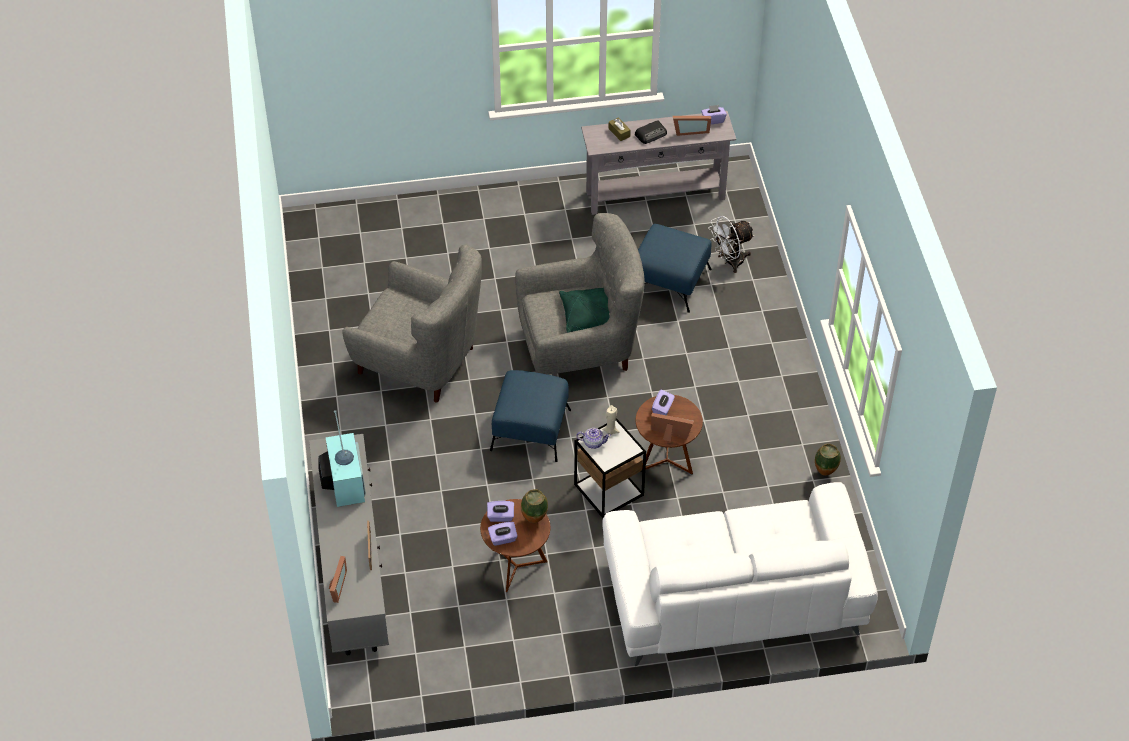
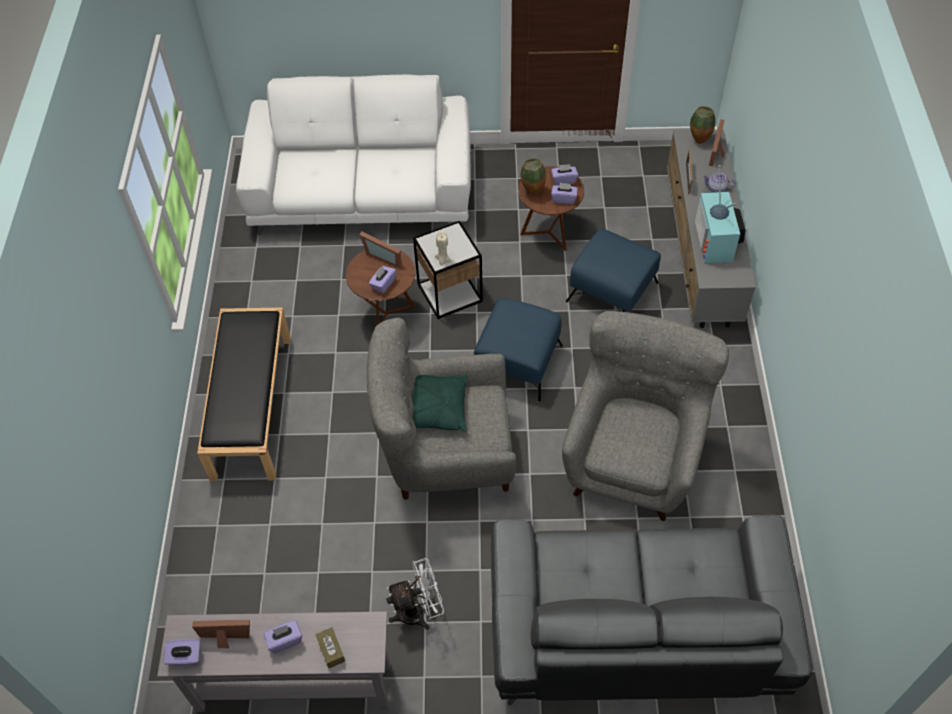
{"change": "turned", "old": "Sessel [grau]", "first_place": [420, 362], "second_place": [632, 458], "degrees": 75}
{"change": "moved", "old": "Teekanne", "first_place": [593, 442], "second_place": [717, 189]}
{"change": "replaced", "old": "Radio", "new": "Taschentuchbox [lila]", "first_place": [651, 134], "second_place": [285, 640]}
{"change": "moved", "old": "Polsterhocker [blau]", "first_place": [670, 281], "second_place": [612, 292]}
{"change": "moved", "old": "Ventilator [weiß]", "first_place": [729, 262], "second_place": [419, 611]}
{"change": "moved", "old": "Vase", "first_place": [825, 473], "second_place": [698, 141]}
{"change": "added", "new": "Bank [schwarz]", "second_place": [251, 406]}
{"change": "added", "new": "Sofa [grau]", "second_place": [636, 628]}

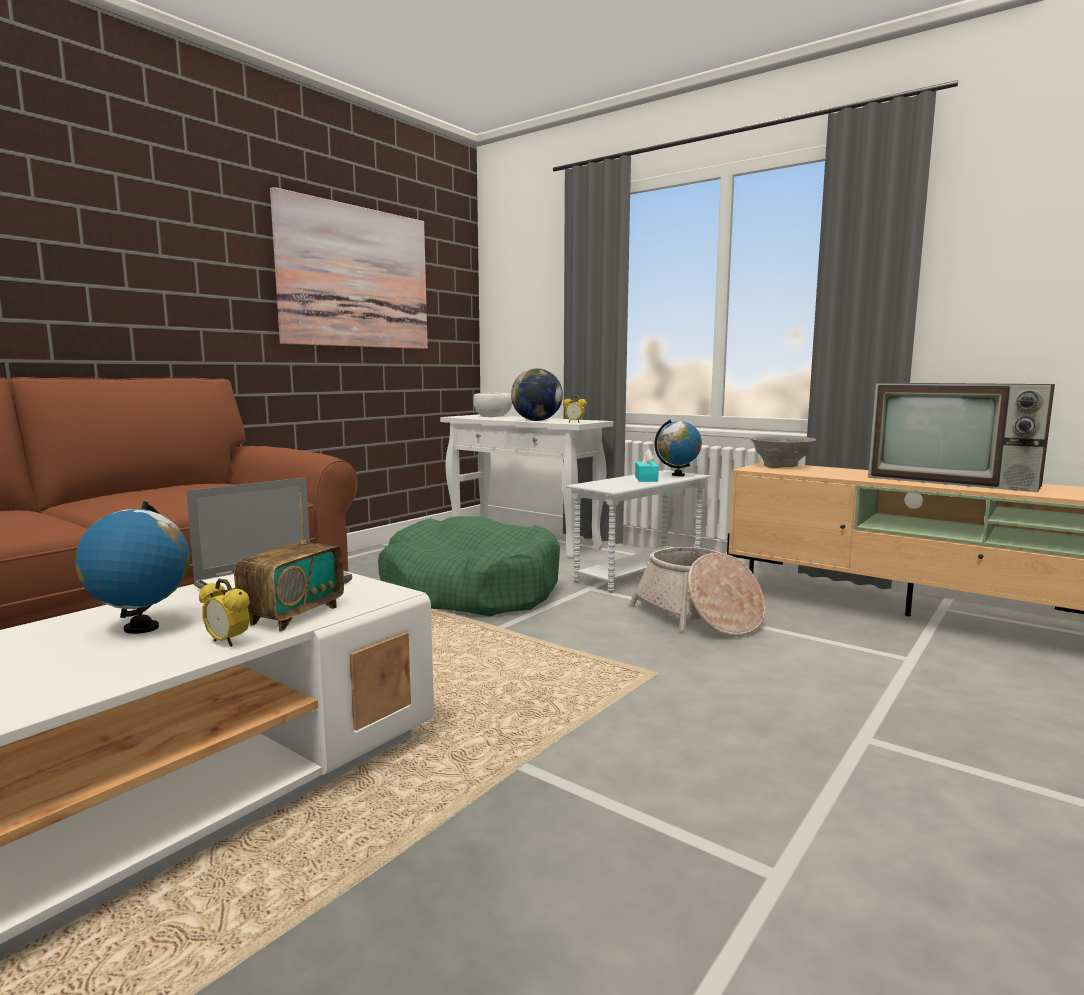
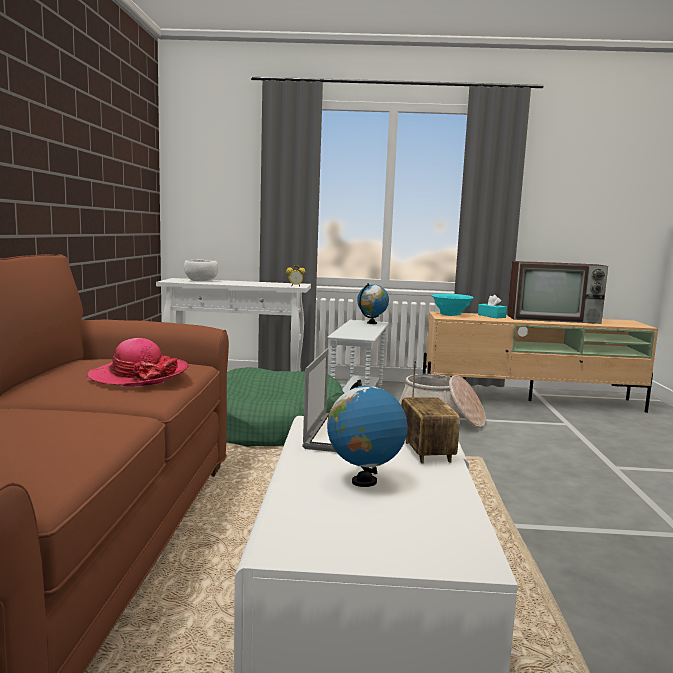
{"change": "removed", "old": "Wecker", "first_place": [227, 642]}
{"change": "removed", "old": "Bild", "first_place": [355, 277]}
{"change": "removed", "old": "Globus", "first_place": [537, 420]}
{"change": "moved", "old": "Taschentuchbox [türkis]", "first_place": [646, 479], "second_place": [491, 316]}
{"change": "recoloured", "old": "Schüssel [grau]", "new": "Schüssel [türkis]", "first_place": [781, 466], "second_place": [451, 314]}
{"change": "added", "new": "Hut", "second_place": [138, 376]}

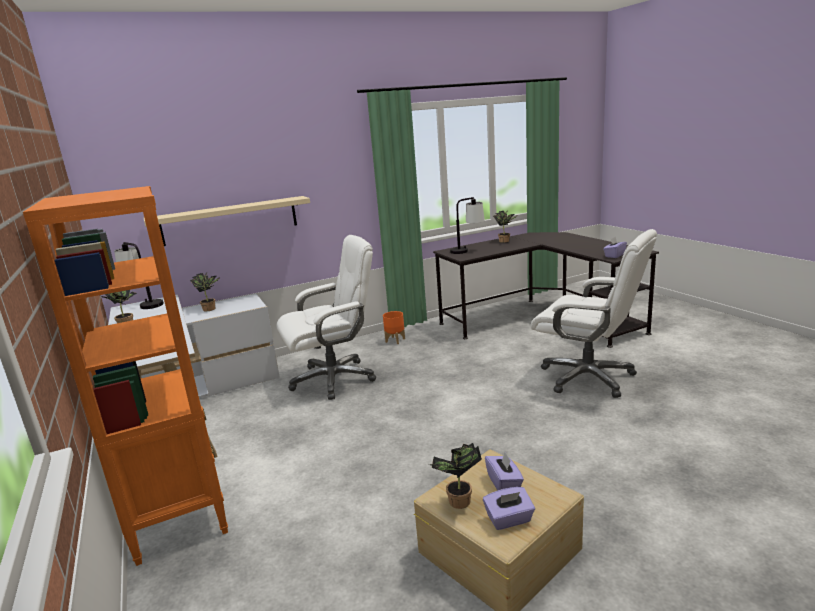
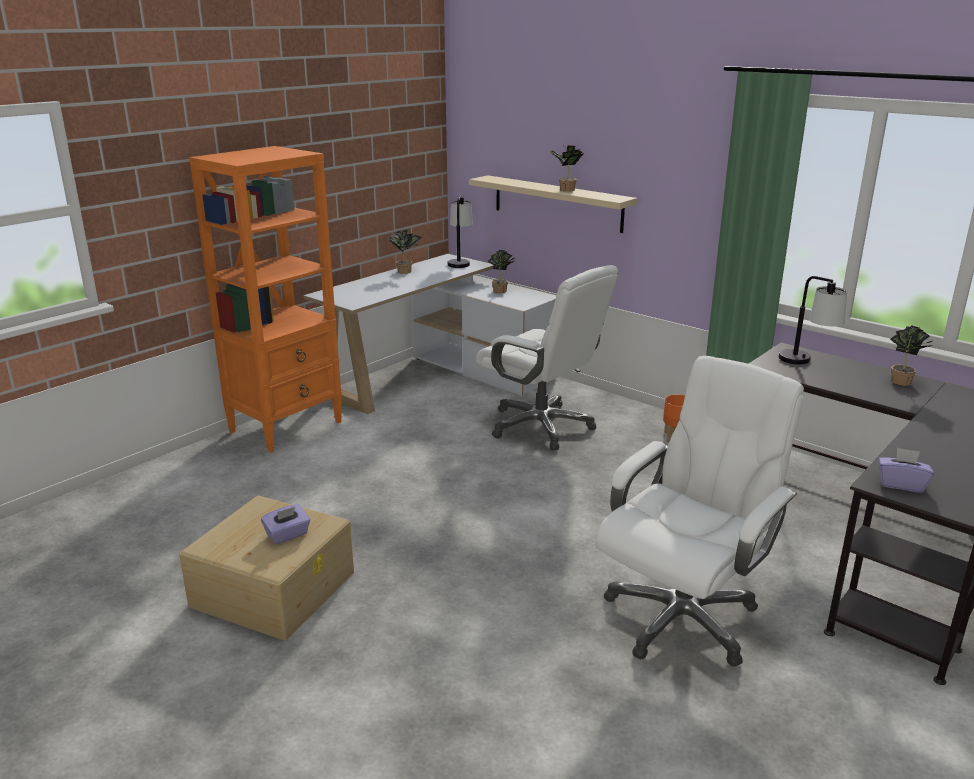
{"change": "moved", "old": "Topfpflanze", "first_place": [458, 503], "second_place": [564, 190]}
{"change": "removed", "old": "Taschentuchbox [lila]", "first_place": [509, 519]}
{"change": "turned", "old": "Bürostuhl [weiß]", "first_place": [588, 377], "second_place": [682, 617], "degrees": -150}

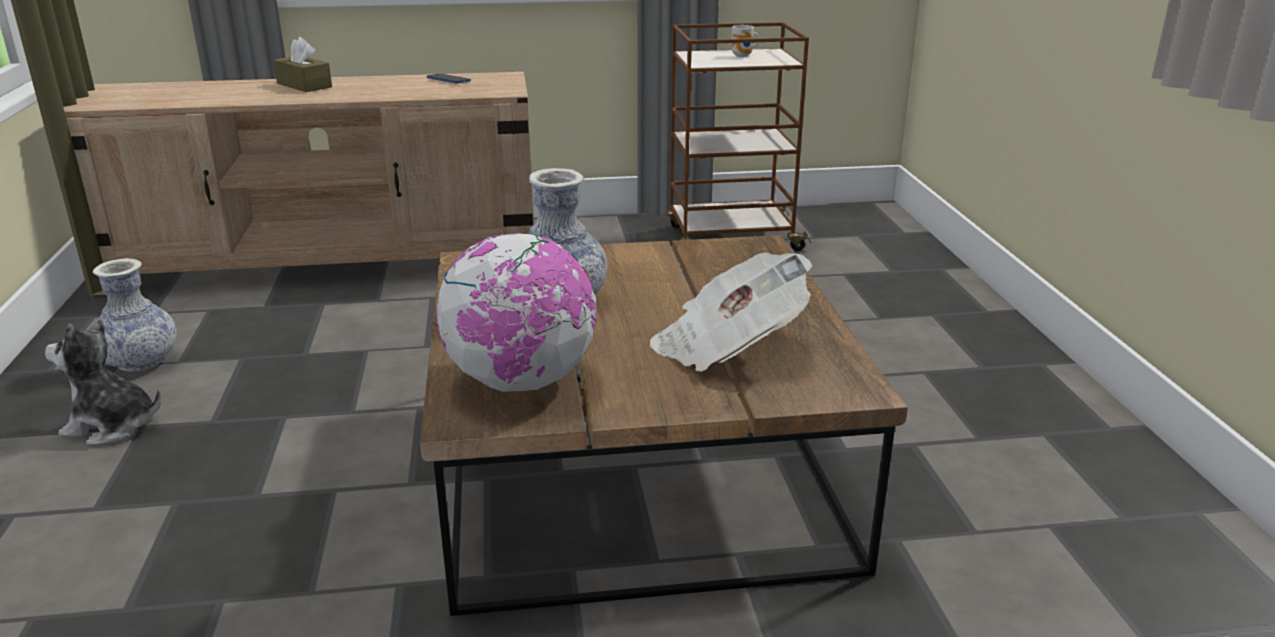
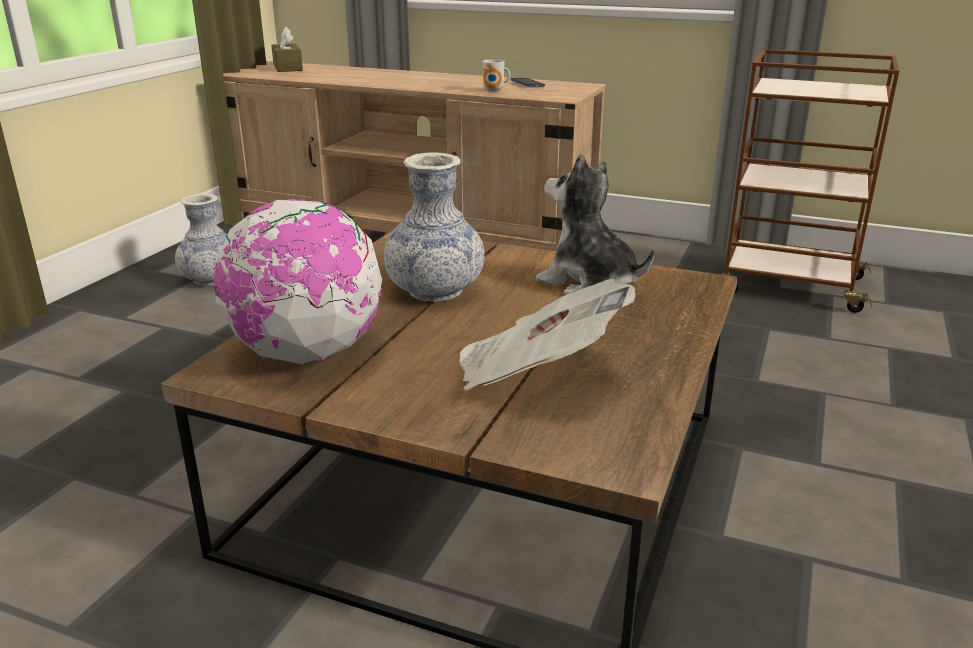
{"change": "moved", "old": "Plüschtier", "first_place": [112, 426], "second_place": [588, 284]}
{"change": "moved", "old": "Taschentuchbox [braun]", "first_place": [304, 85], "second_place": [287, 67]}
{"change": "moved", "old": "Henkelbecher", "first_place": [743, 56], "second_place": [494, 91]}

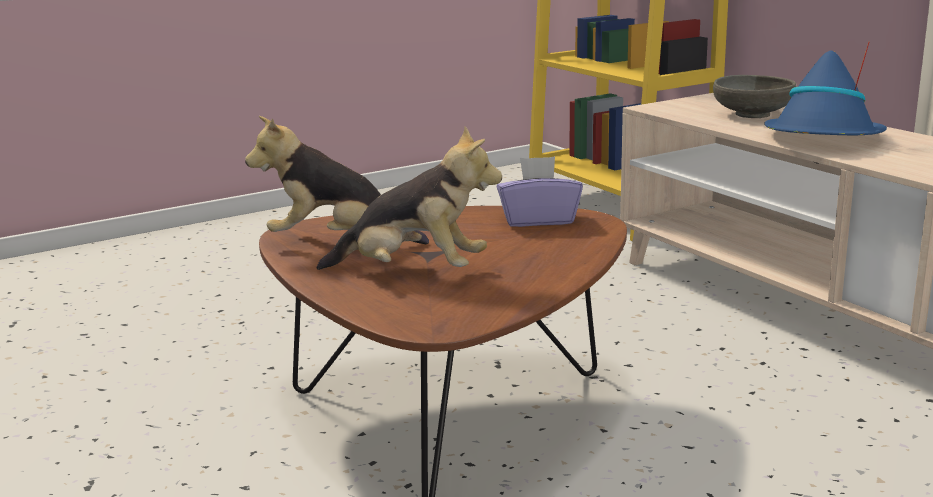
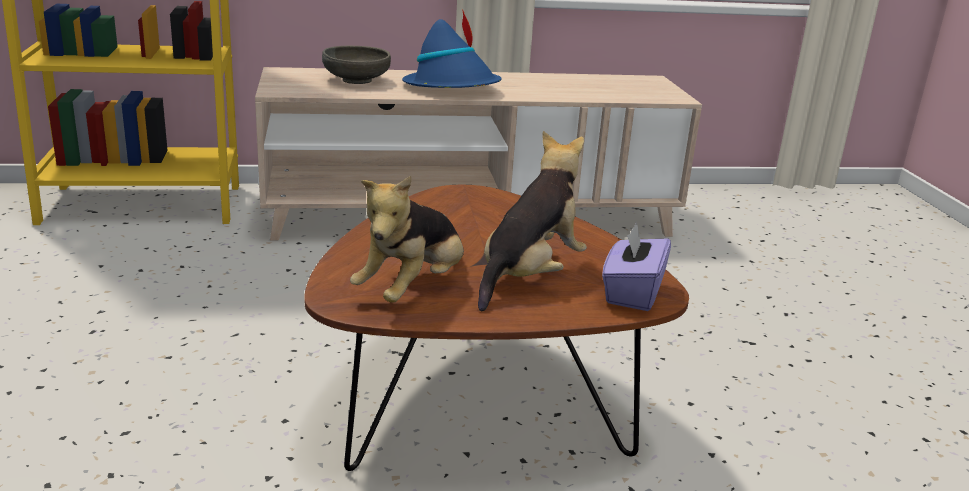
{"change": "moved", "old": "Taschentuchbox [lila]", "first_place": [538, 220], "second_place": [632, 293]}

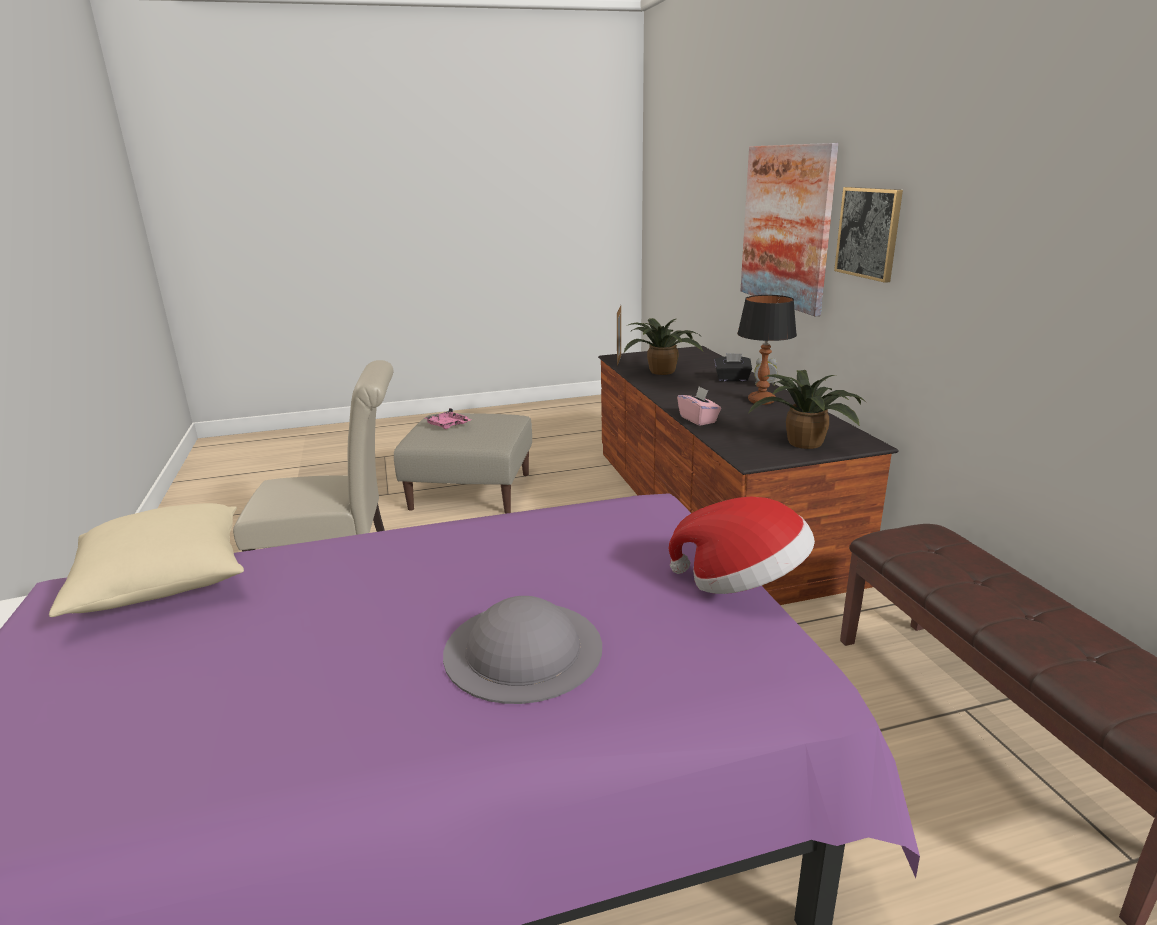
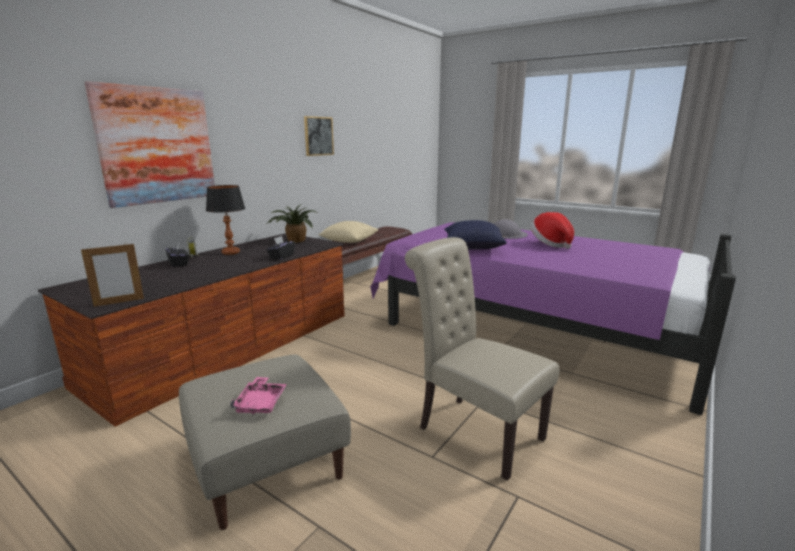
{"change": "moved", "old": "Kissen [beige]", "first_place": [165, 583], "second_place": [348, 241]}
{"change": "removed", "old": "Topfpflanze", "first_place": [662, 371]}
{"change": "moved", "old": "Hut", "first_place": [742, 583], "second_place": [551, 244]}
{"change": "recoloured", "old": "Taschentuchbox [rosa]", "new": "Taschentuchbox [schwarz]", "first_place": [698, 419], "second_place": [281, 256]}
{"change": "moved", "old": "Bild", "first_place": [868, 233], "second_place": [318, 136]}
{"change": "added", "new": "Kissen [blau]", "second_place": [472, 247]}

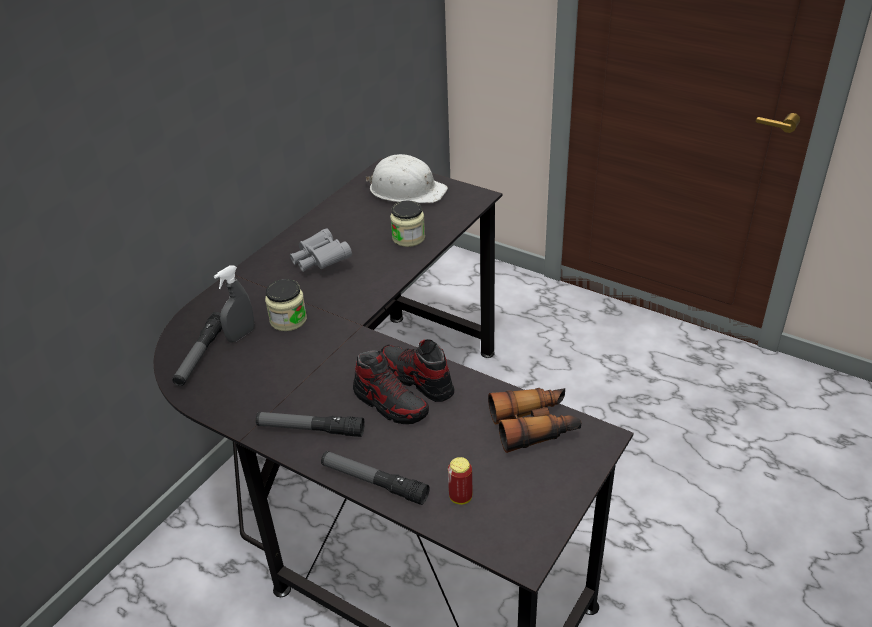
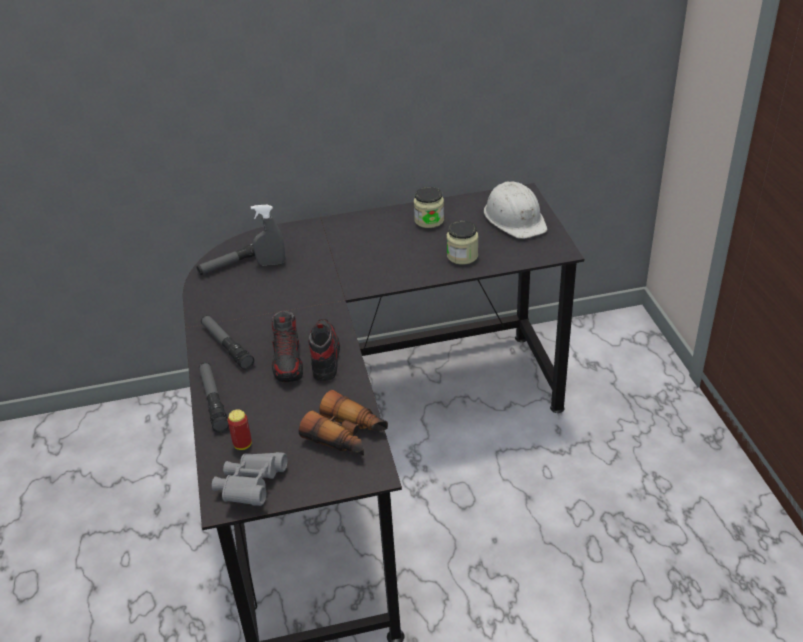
{"change": "moved", "old": "Vorratsglas", "first_place": [288, 320], "second_place": [429, 220]}
{"change": "moved", "old": "Fernglas [grau]", "first_place": [320, 262], "second_place": [251, 487]}

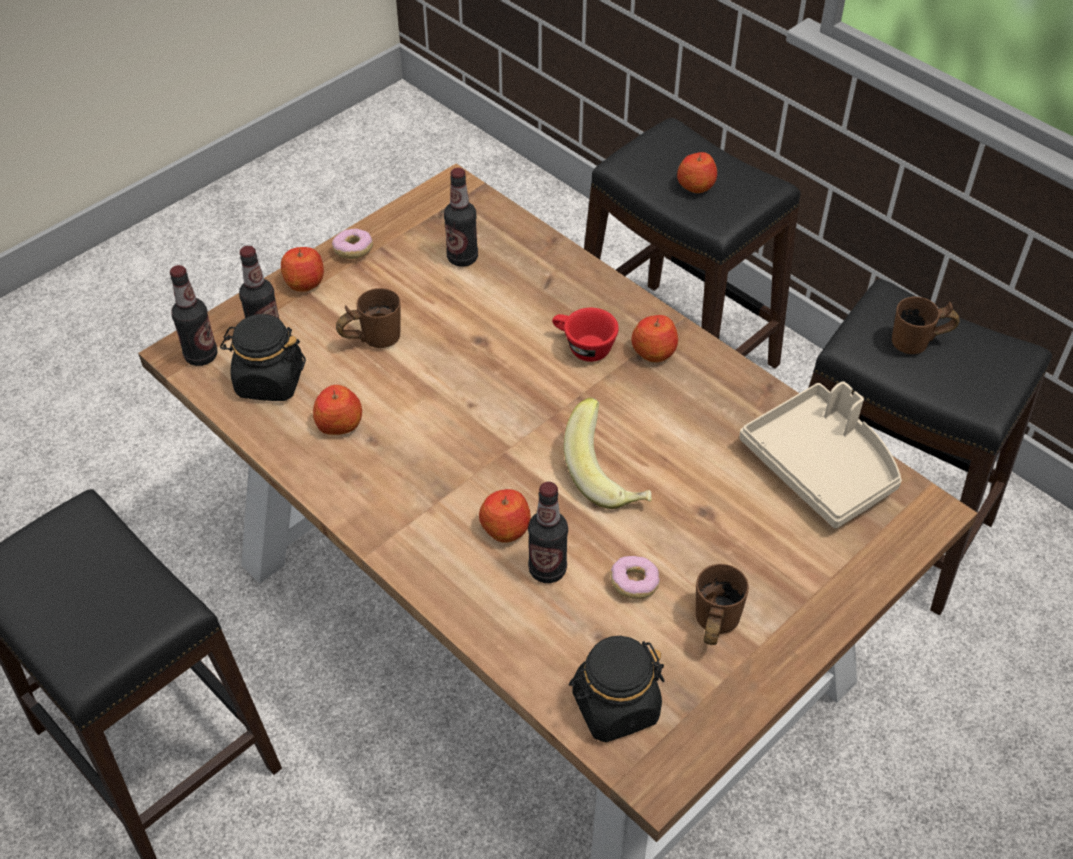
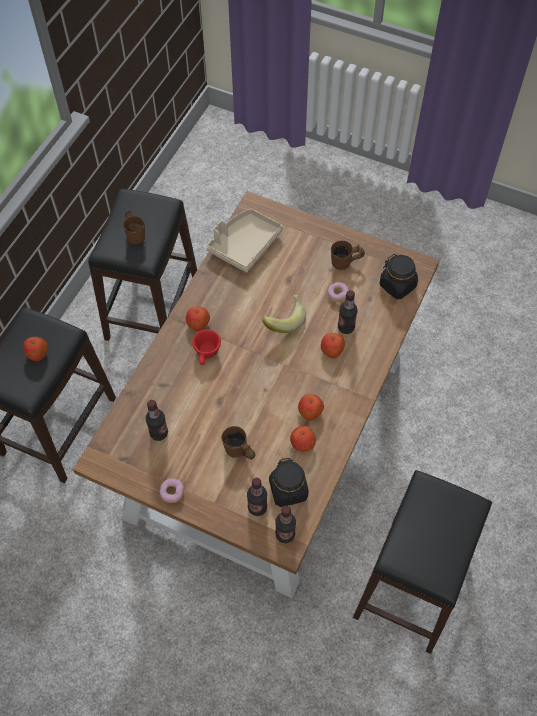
{"change": "moved", "old": "Apfel", "first_place": [304, 282], "second_place": [310, 411]}

